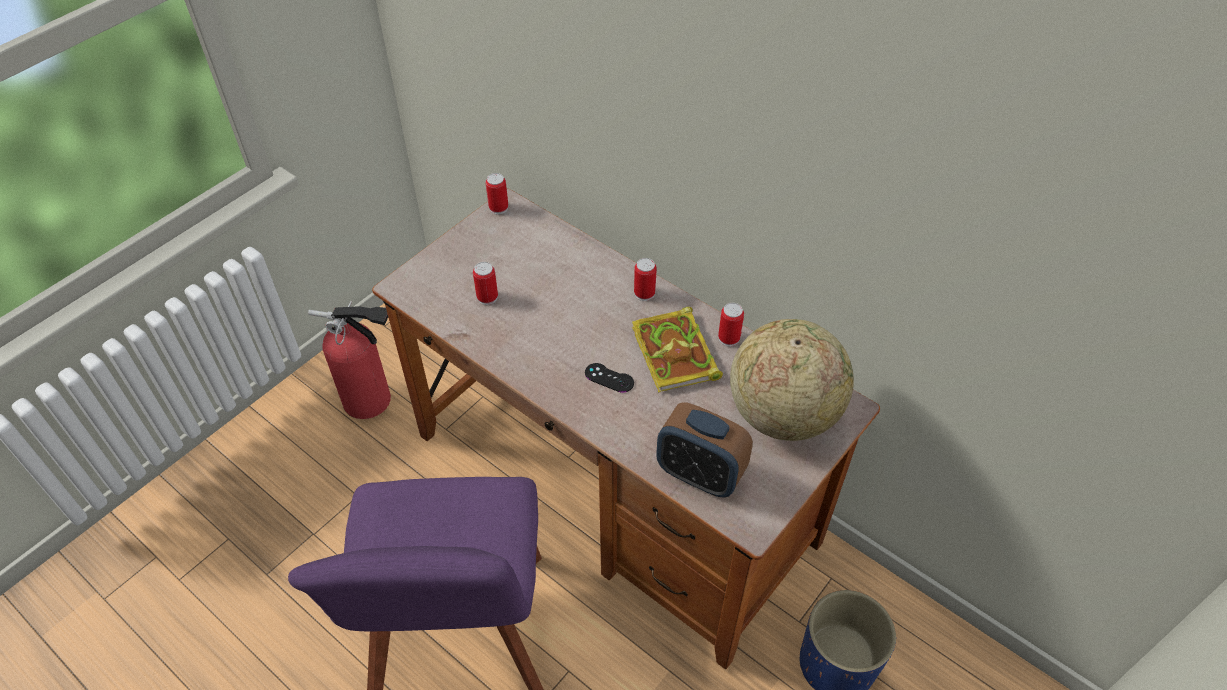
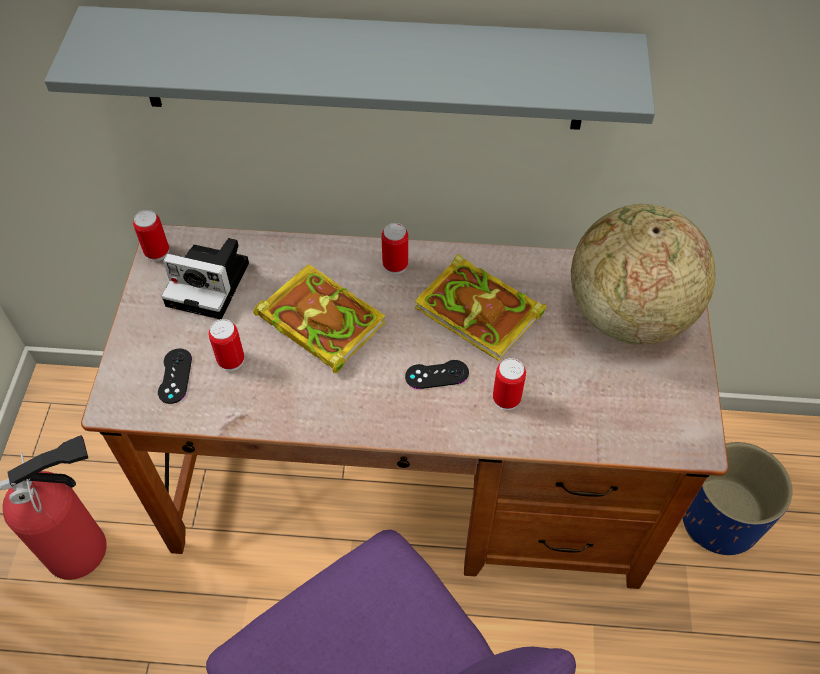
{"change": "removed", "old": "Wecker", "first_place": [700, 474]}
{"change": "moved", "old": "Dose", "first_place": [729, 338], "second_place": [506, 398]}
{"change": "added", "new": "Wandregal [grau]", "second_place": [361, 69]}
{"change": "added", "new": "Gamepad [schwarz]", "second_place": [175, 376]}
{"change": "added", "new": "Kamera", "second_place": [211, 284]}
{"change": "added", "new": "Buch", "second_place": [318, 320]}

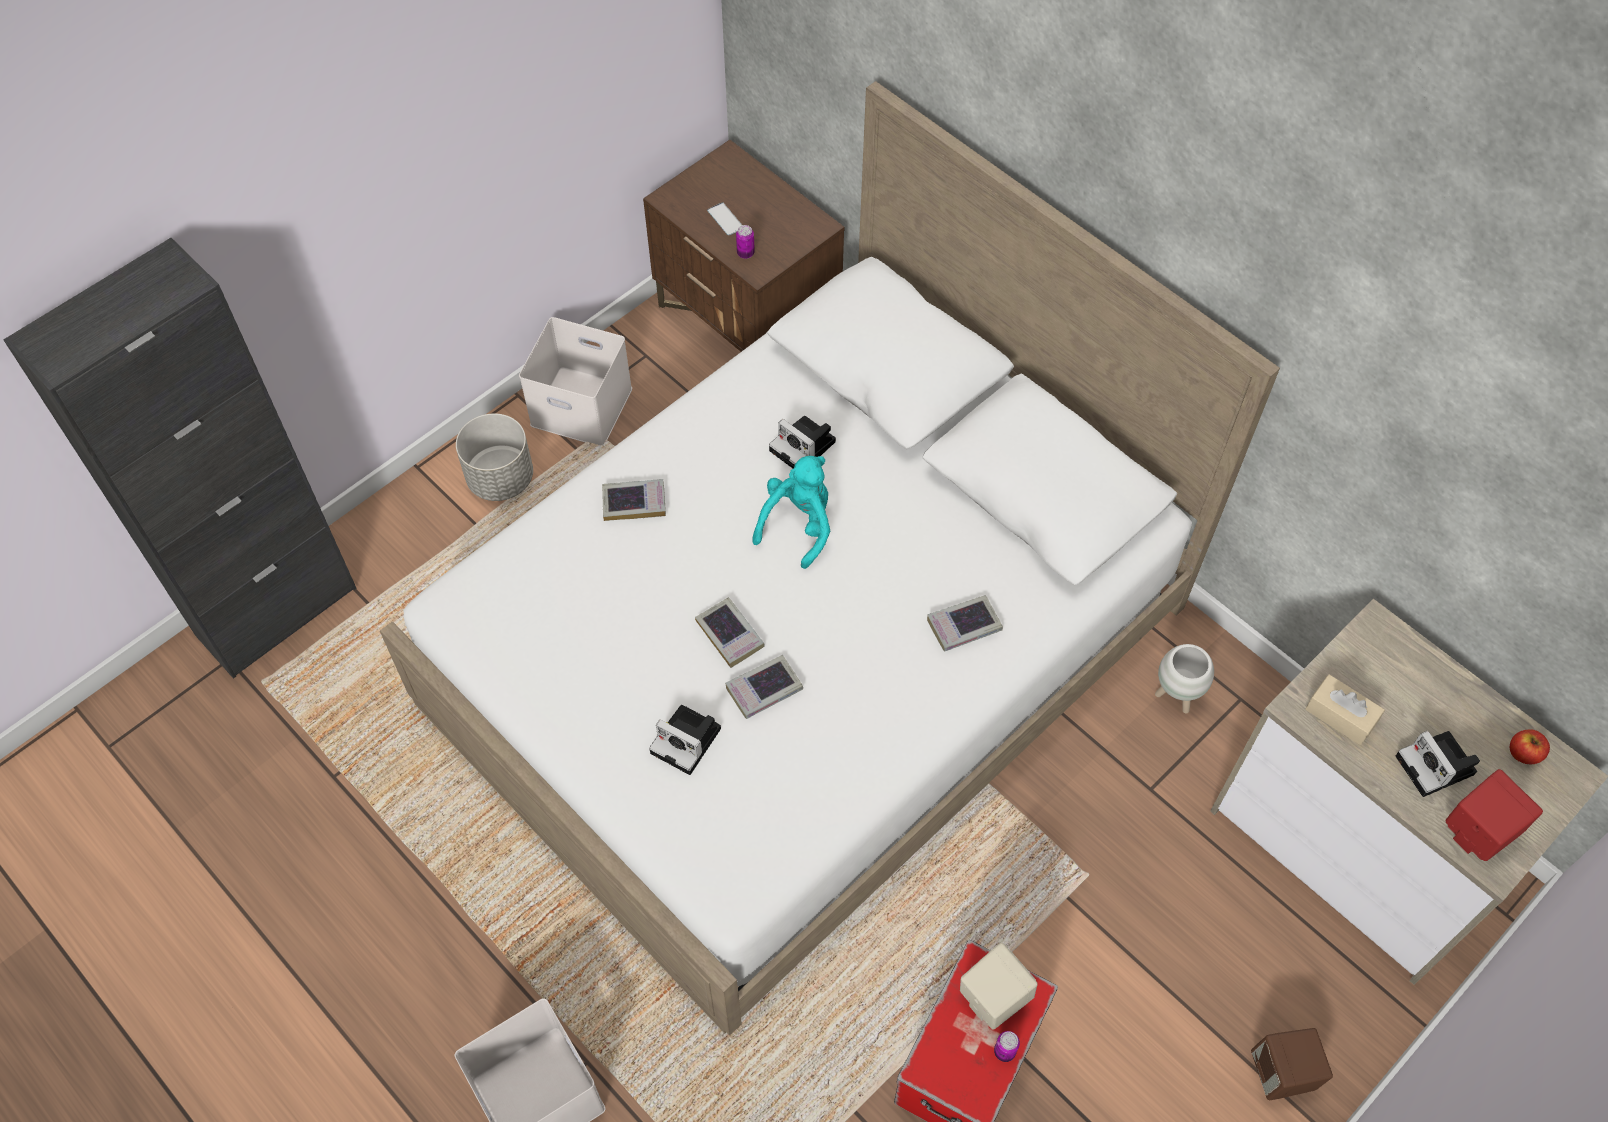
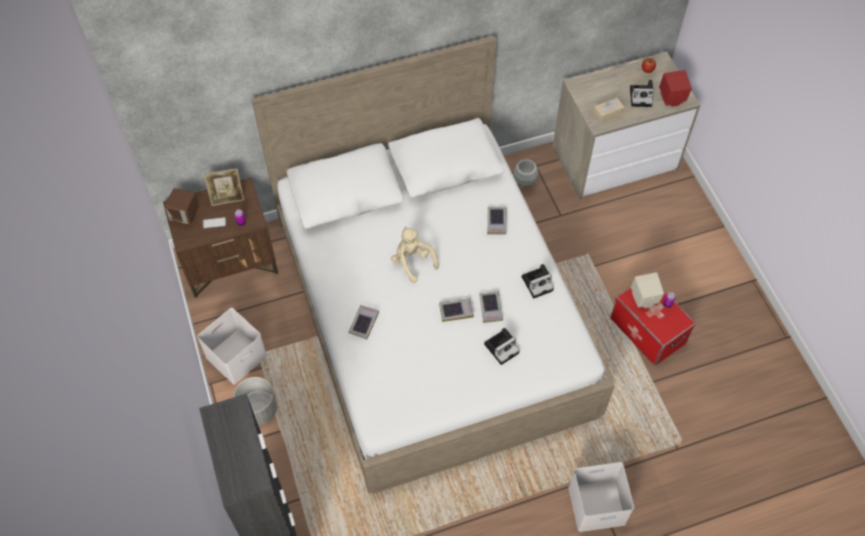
{"change": "recoloured", "old": "Plüschtier [türkis]", "new": "Plüschtier [beige]", "first_place": [798, 525], "second_place": [412, 262]}
{"change": "moved", "old": "Kamera", "first_place": [805, 447], "second_place": [538, 283]}
{"change": "moved", "old": "Lautsprecher [braun]", "first_place": [1282, 1073], "second_place": [185, 216]}
{"change": "added", "new": "Bilderrahmen", "second_place": [227, 198]}

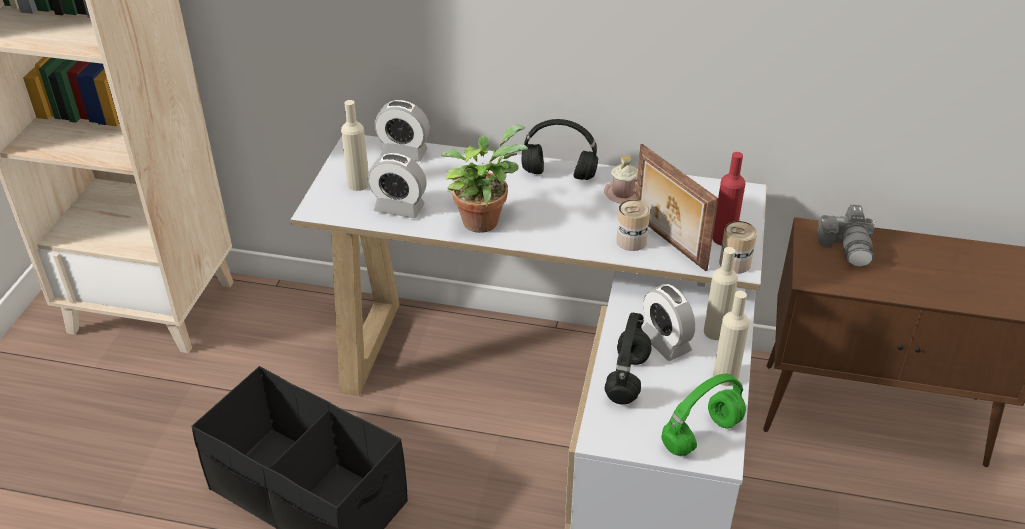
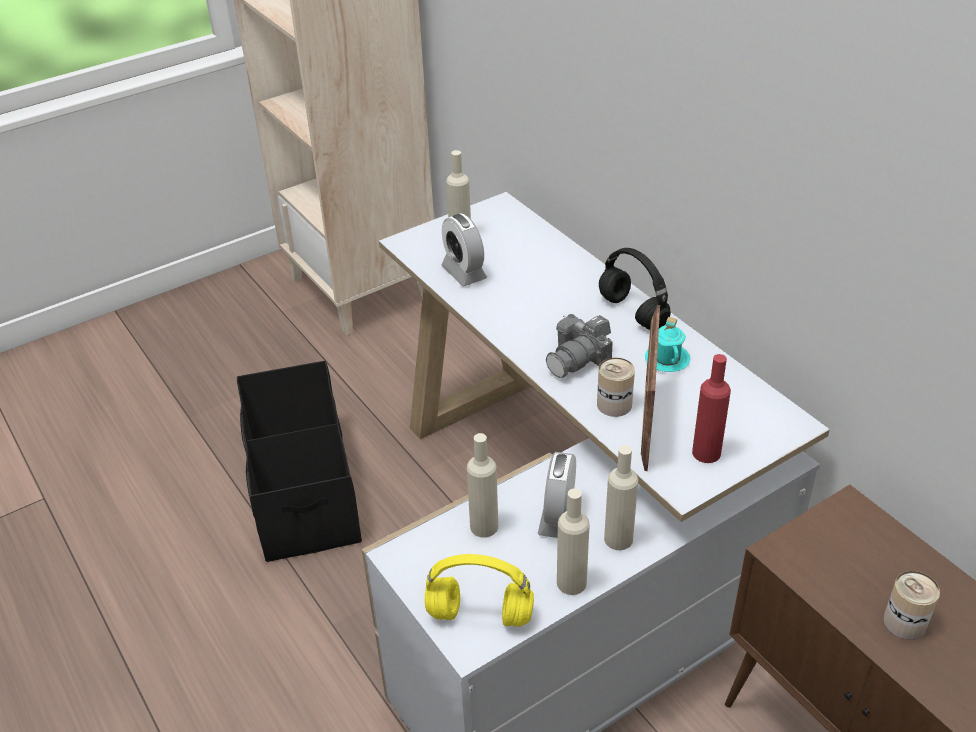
{"change": "removed", "old": "Wecker", "first_place": [404, 153]}
{"change": "removed", "old": "Topfpflanze", "first_place": [482, 219]}
{"change": "recoloured", "old": "Henkelbecher [rosa]", "new": "Henkelbecher [türkis]", "first_place": [623, 194], "second_place": [667, 359]}
{"change": "replaced", "old": "Kopfhörer [schwarz]", "new": "Flasche [beige]", "first_place": [627, 379], "second_place": [484, 526]}
{"change": "recoloured", "old": "Kopfhörer [grün]", "new": "Kopfhörer [gelb]", "first_place": [702, 433], "second_place": [482, 614]}
{"change": "moved", "old": "Dose", "first_place": [735, 263], "second_place": [904, 622]}
{"change": "moved", "old": "Kamera", "first_place": [848, 247], "second_place": [578, 359]}

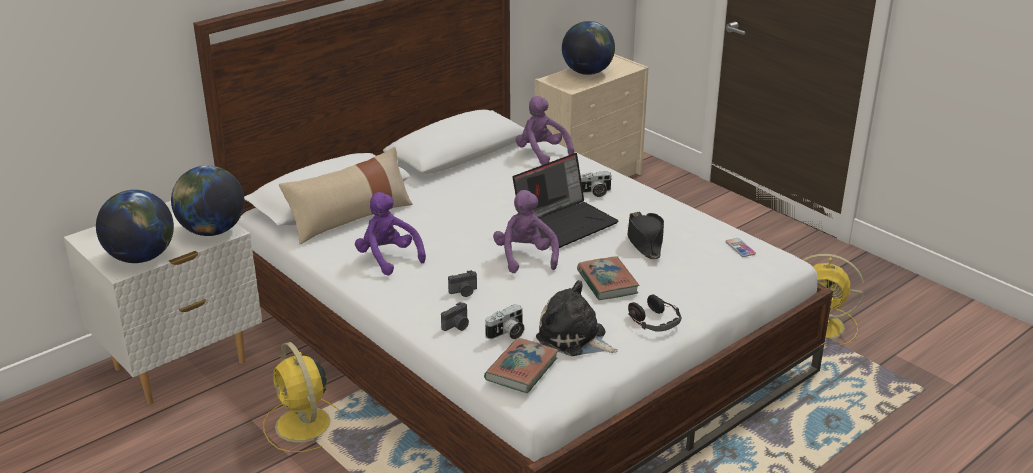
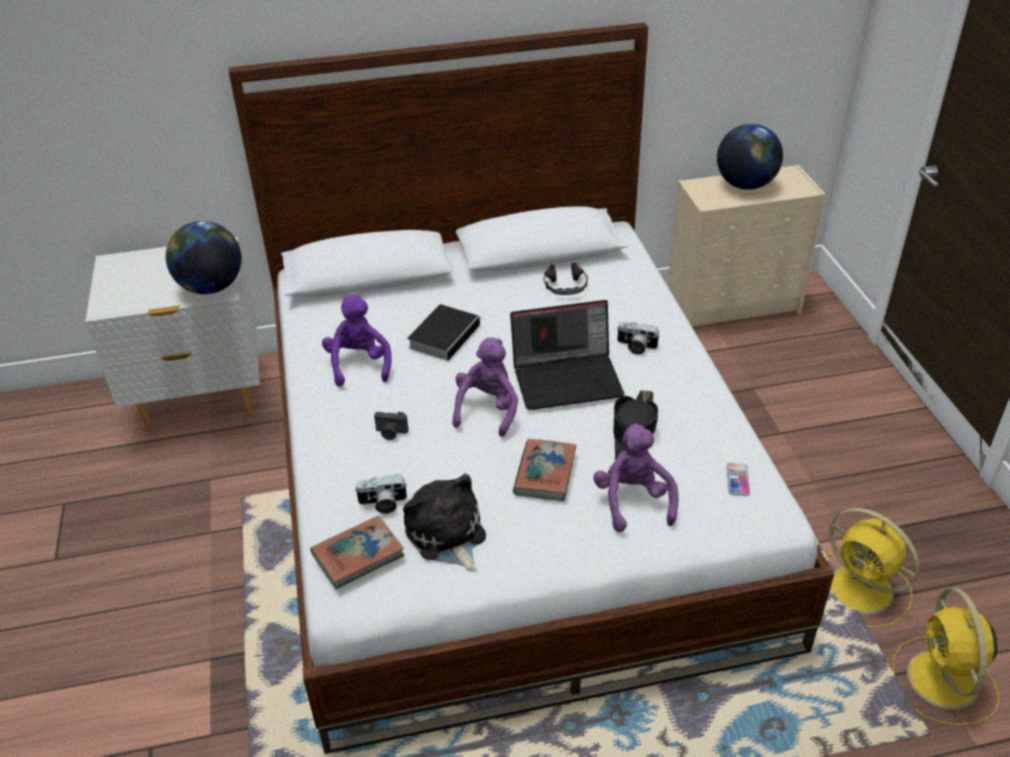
{"change": "removed", "old": "Globus", "first_place": [141, 257]}
{"change": "moved", "old": "Ventilator [gelb]", "first_place": [304, 426], "second_place": [943, 682]}
{"change": "removed", "old": "Kissen [beige]", "first_place": [350, 218]}
{"change": "removed", "old": "Kamera", "first_place": [457, 326]}
{"change": "moved", "old": "Plüschtier [lila]", "first_place": [541, 153], "second_place": [633, 501]}
{"change": "moved", "old": "Kopfhörer", "first_place": [654, 321], "second_place": [565, 285]}
{"change": "added", "new": "Buch", "second_place": [445, 335]}

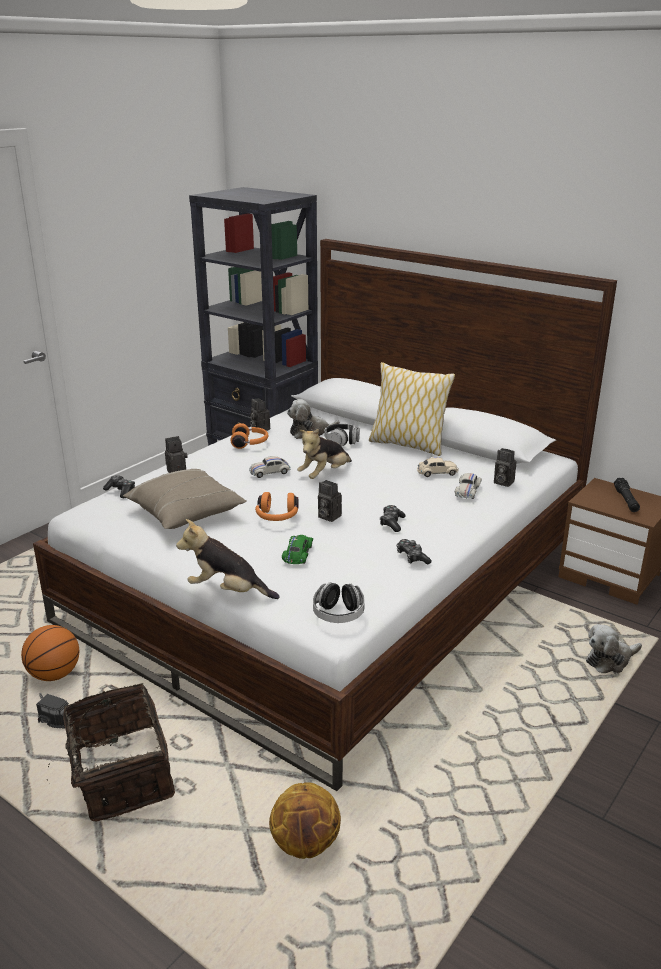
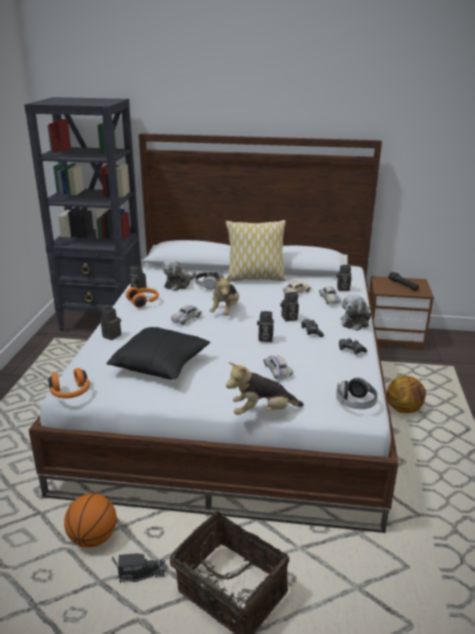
{"change": "removed", "old": "Gamepad", "first_place": [121, 491]}
{"change": "recoloured", "old": "Kissen [beige]", "new": "Kissen [schwarz]", "first_place": [186, 513], "second_place": [161, 365]}
{"change": "moved", "old": "Kopfhörer [orange]", "first_place": [277, 517], "second_place": [70, 393]}
{"change": "moved", "old": "Basketball", "first_place": [306, 844], "second_place": [404, 409]}
{"change": "recoloured", "old": "Spielzeugauto [grün]", "new": "Spielzeugauto [weiß]", "first_place": [298, 554], "second_place": [277, 370]}
{"change": "moved", "old": "Plüschtier", "first_place": [610, 660], "second_place": [356, 322]}
{"change": "added", "new": "Kamera", "second_place": [289, 318]}

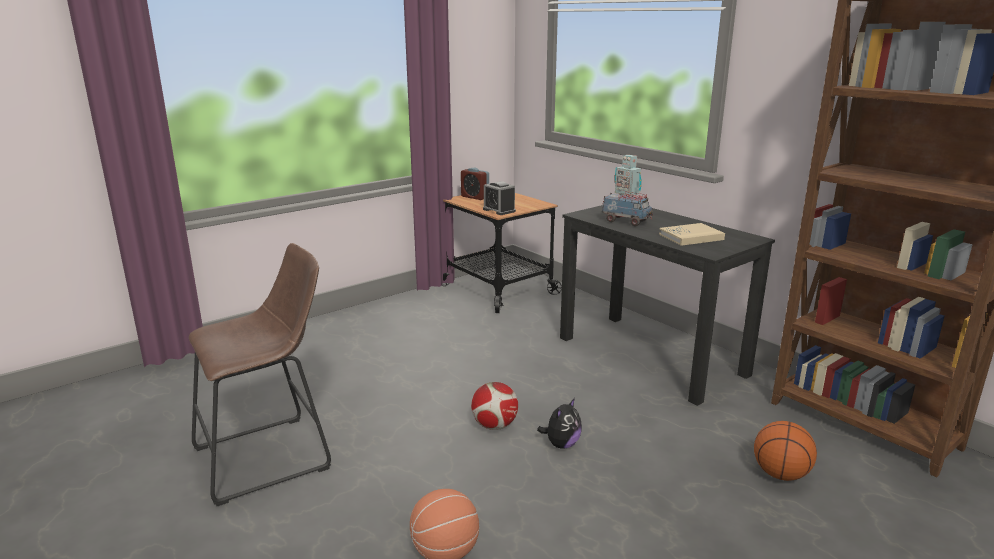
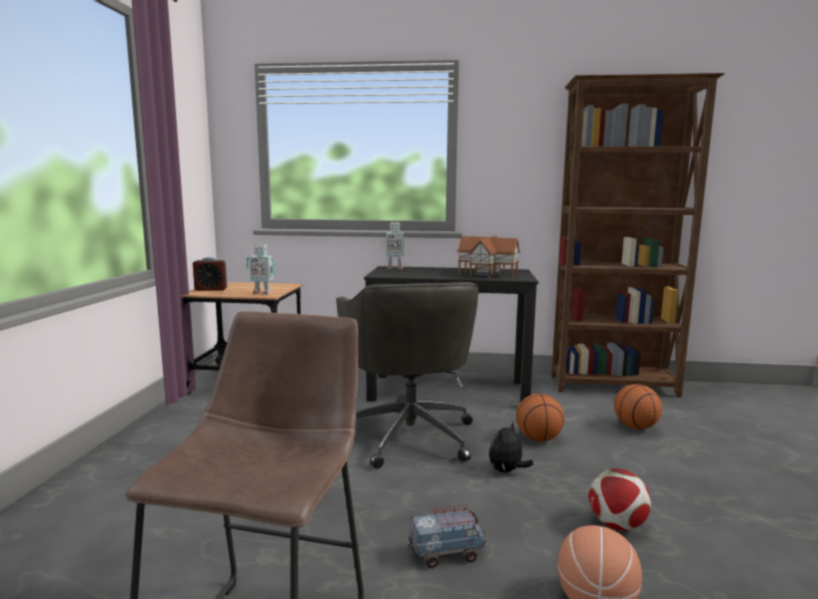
{"change": "moved", "old": "Fußball", "first_place": [494, 426], "second_place": [617, 525]}
{"change": "replaced", "old": "Wecker", "new": "Spielzeugroboter", "first_place": [499, 210], "second_place": [262, 293]}
{"change": "turned", "old": "Plüschtier", "first_place": [561, 444], "second_place": [507, 471], "degrees": -135}
{"change": "moved", "old": "Spielzeuglaster", "first_place": [626, 221], "second_place": [446, 554]}
{"change": "replaced", "old": "Buch [beige]", "new": "Spielzeughaus", "first_place": [691, 237], "second_place": [486, 274]}
{"change": "added", "new": "Bürostuhl [grau]", "second_place": [409, 434]}
{"change": "added", "new": "Basketball", "second_place": [538, 439]}

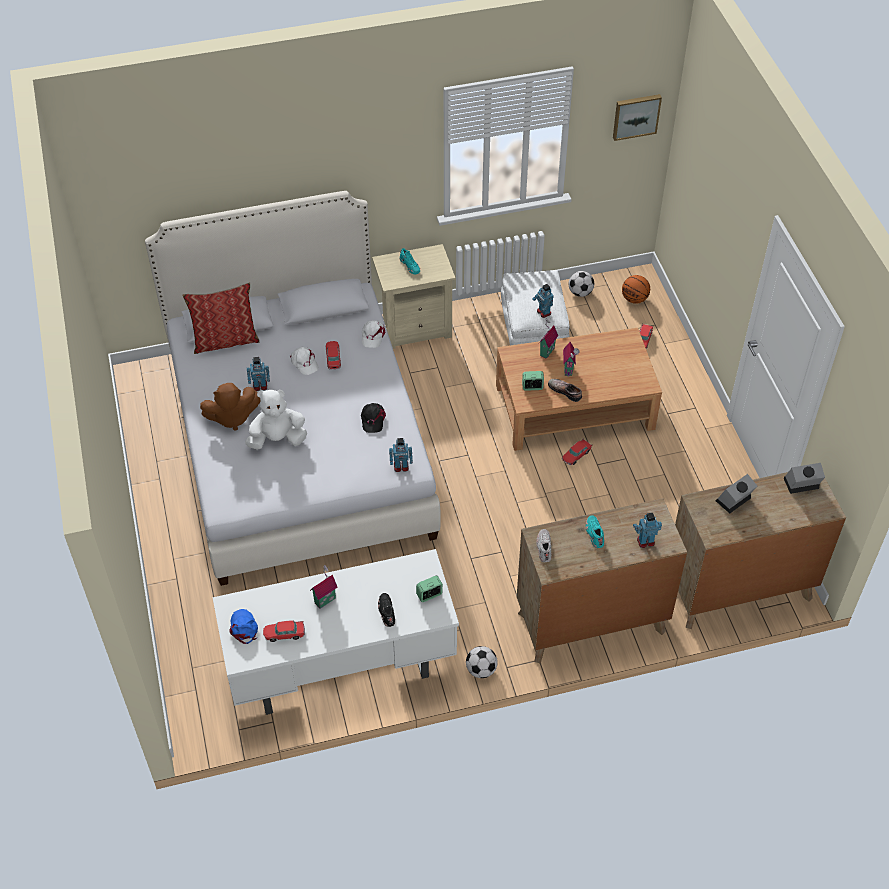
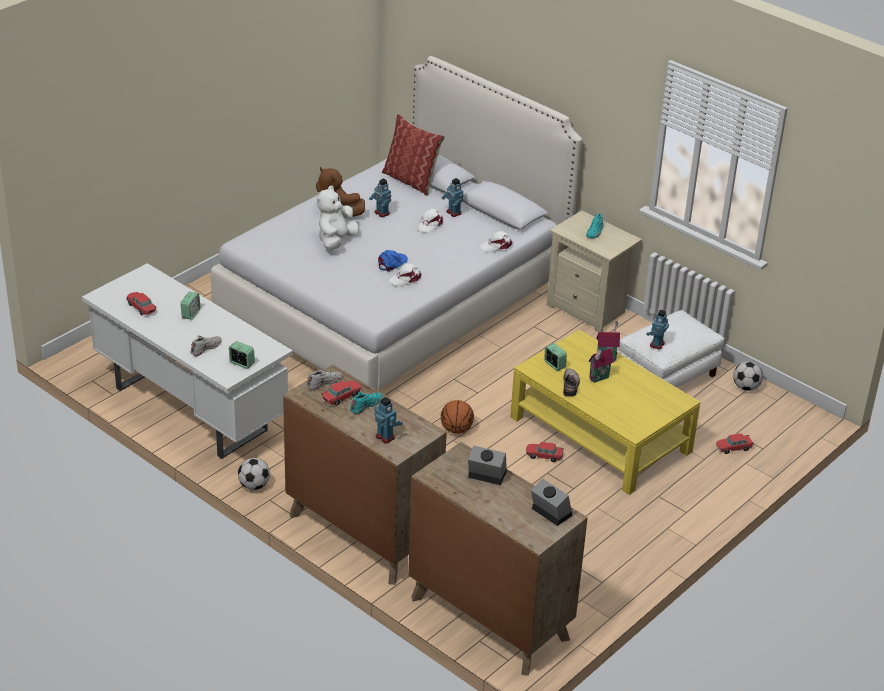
{"change": "moved", "old": "Kappe [blau]", "first_place": [243, 628], "second_place": [392, 263]}
{"change": "turned", "old": "Plüschtier [weiß]", "first_place": [277, 439], "second_place": [336, 241], "degrees": -105}
{"change": "replaced", "old": "Spielzeughaus", "new": "Wecker", "first_place": [324, 599], "second_place": [190, 314]}
{"change": "moved", "old": "Spielzeugauto", "first_place": [333, 358], "second_place": [341, 397]}
{"change": "recoloured", "old": "Kappe [schwarz]", "new": "Kappe [weiß]", "first_place": [372, 419], "second_place": [406, 278]}
{"change": "recoloured", "old": "Schuh [schwarz]", "new": "Schuh [weiß]", "first_place": [386, 611], "second_place": [206, 348]}
{"change": "moved", "old": "Spielzeugroboter", "first_place": [401, 467], "second_place": [453, 213]}
{"change": "recoloured", "old": "Couchtisch [braun]", "new": "Couchtisch [gelb]", "first_place": [573, 407], "second_place": [599, 434]}
{"change": "removed", "old": "Bild", "first_place": [636, 116]}
{"change": "moved", "old": "Basketball", "first_place": [634, 299], "second_place": [456, 429]}

